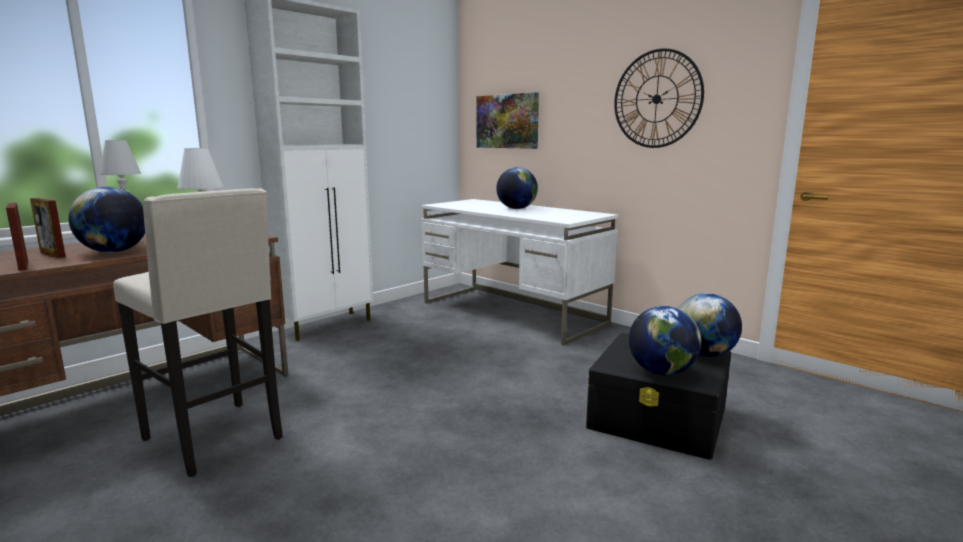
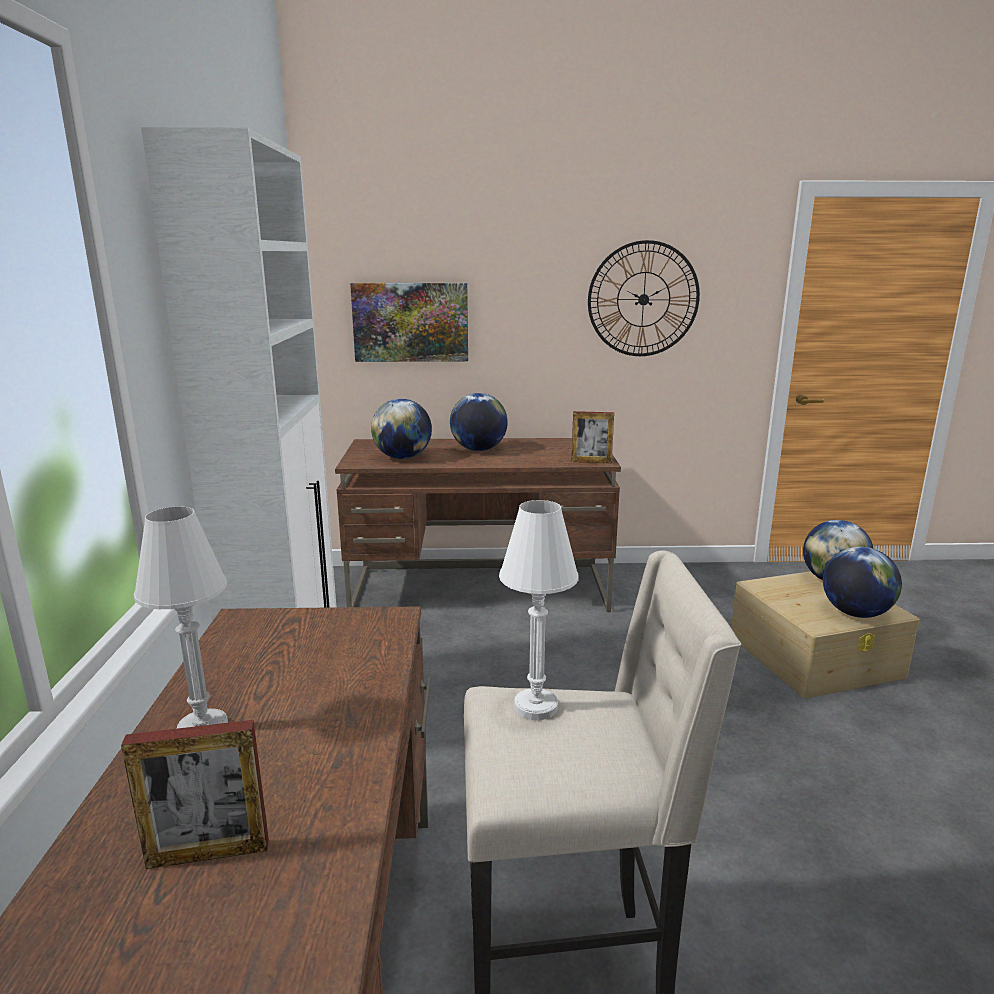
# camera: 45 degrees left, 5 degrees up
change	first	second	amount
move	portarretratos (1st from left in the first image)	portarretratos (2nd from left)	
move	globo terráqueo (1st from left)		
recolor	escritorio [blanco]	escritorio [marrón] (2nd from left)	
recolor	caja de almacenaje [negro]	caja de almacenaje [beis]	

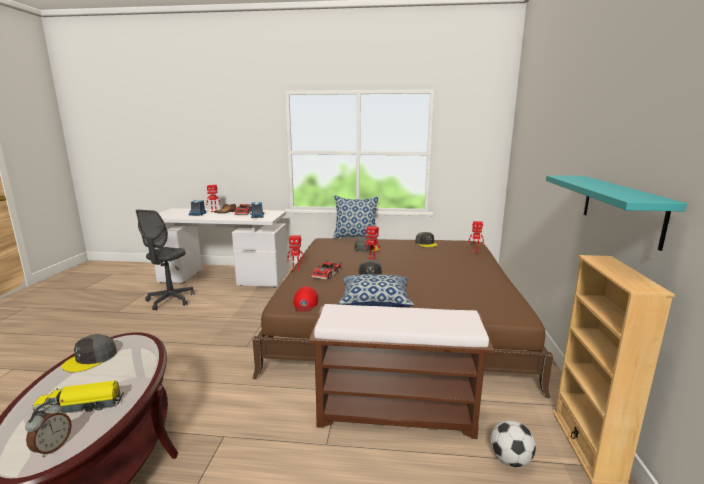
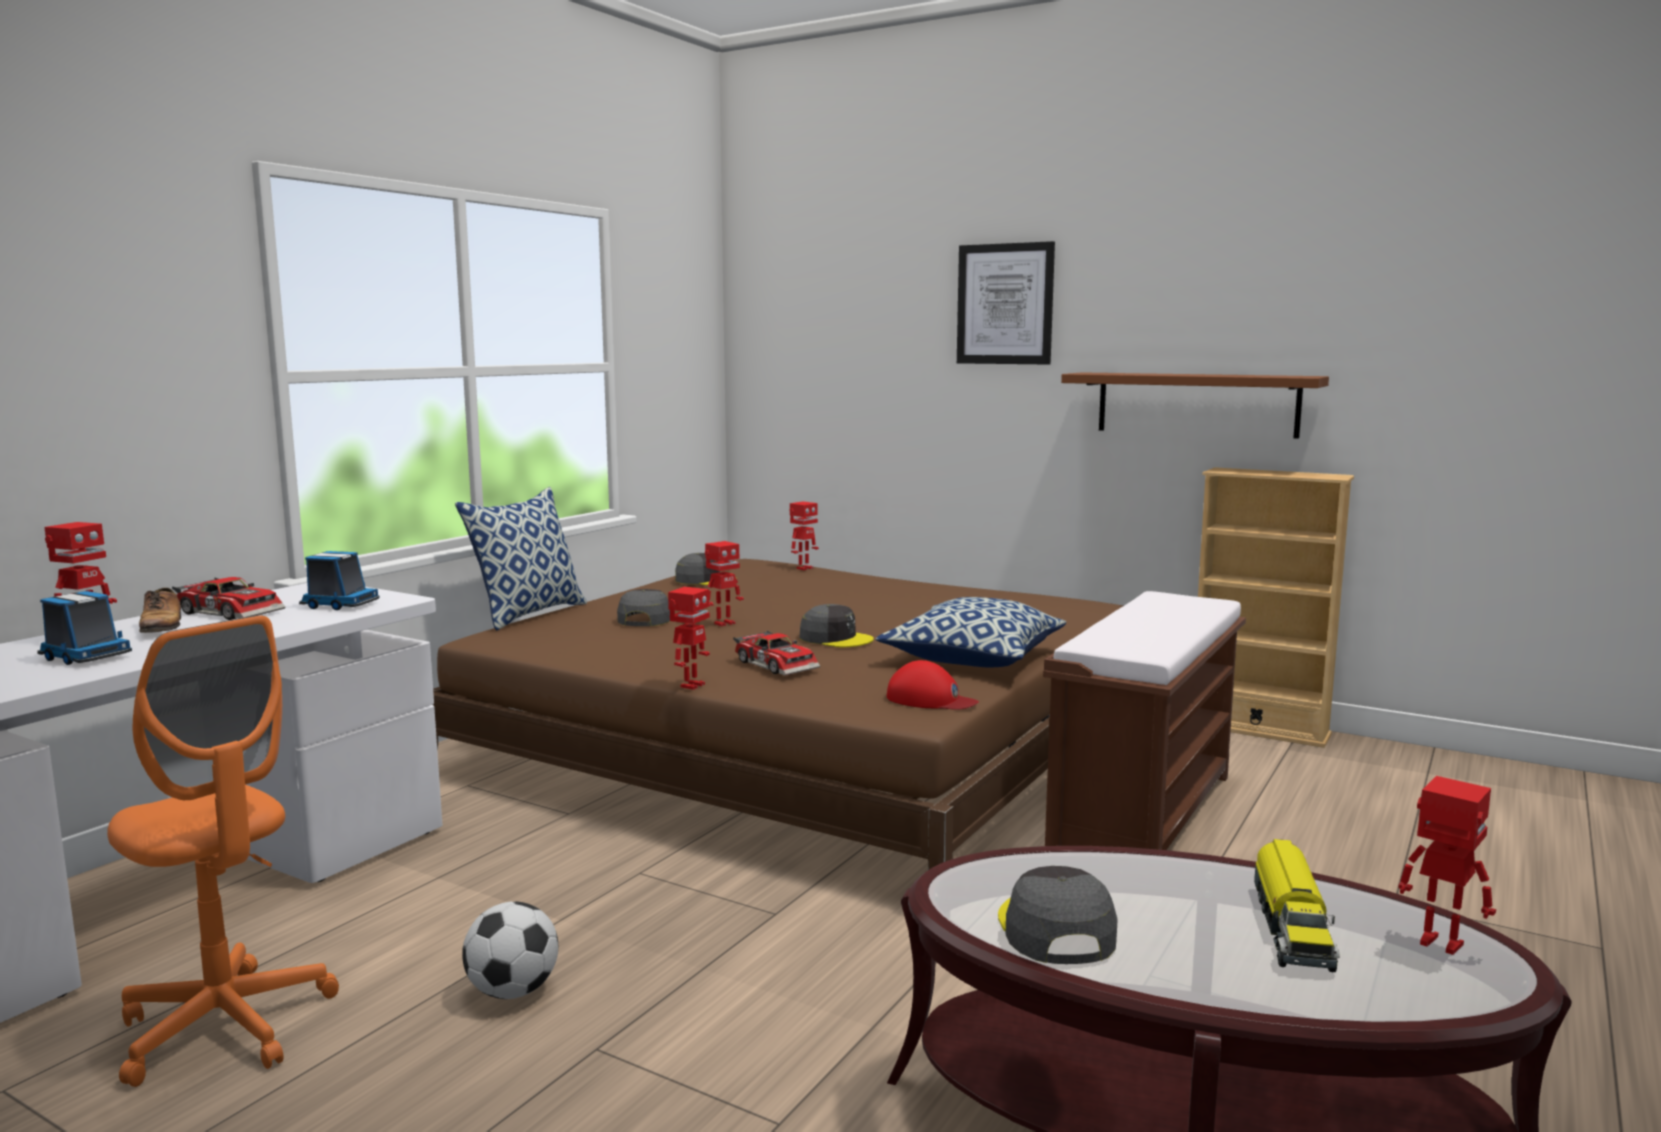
# camera: 65 degrees left, 5 degrees down
change	first	second	amount
insert		cuadro	
move	balón de fútbol		
replace	despertador	robot de juguete (5th from left)	
recolor	silla de oficina [gris]	silla de oficina [naranja]	
recolor	estante [turquesa]	estante [marrón]	
rotate	gorra [gris] (1st from left in the first image)	gorra [gris] (4th from left)	150 degrees counterclockwise

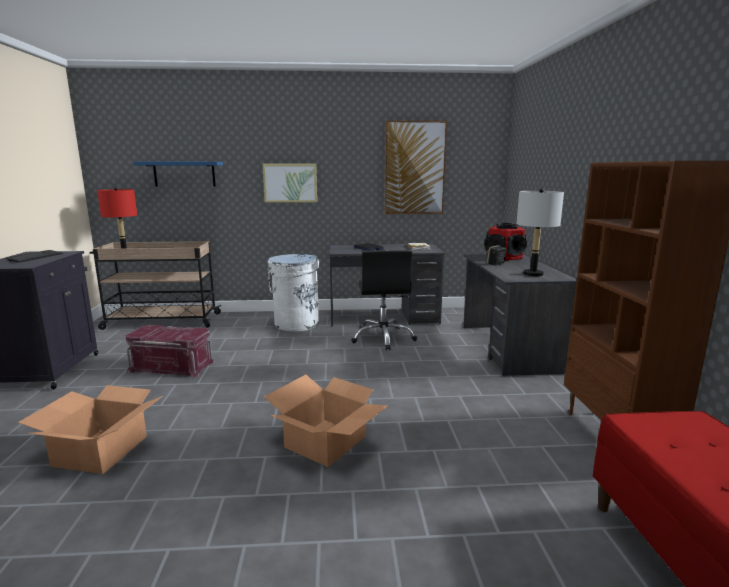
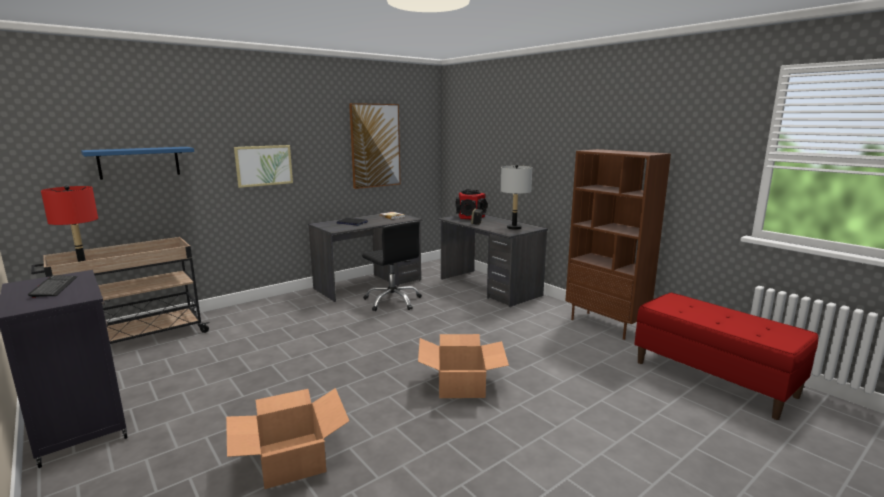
# camera: 35 degrees left, 0 degrees up
change	first	second	amount
delete	caja de almacenaje [rojo]		
delete	papelera [blanco]		

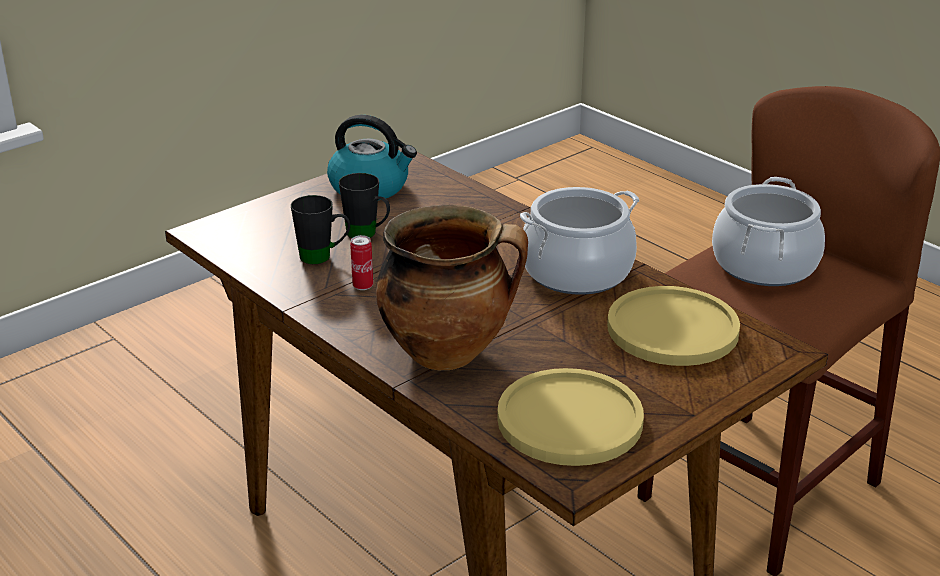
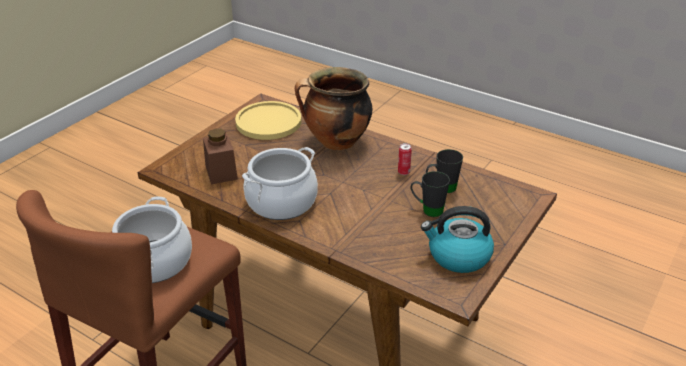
# camera: 165 degrees right, 5 degrees up
change	first	second	amount
replace	plato [amarillo] (2nd from left)	tarro [marrón]	

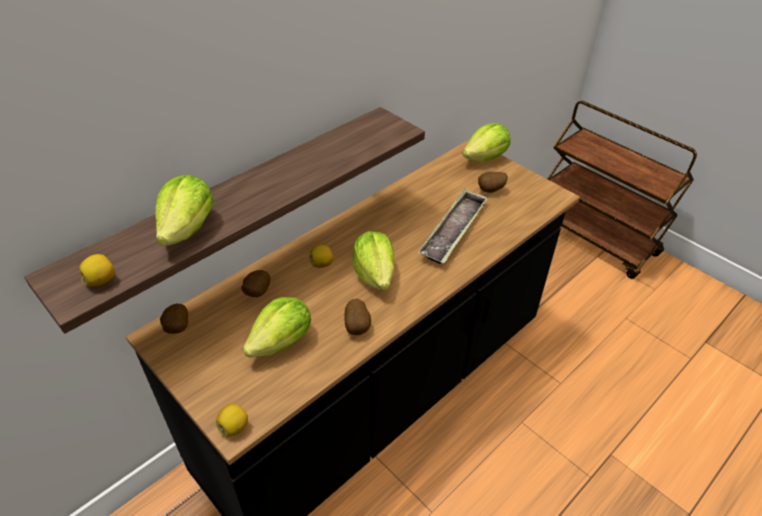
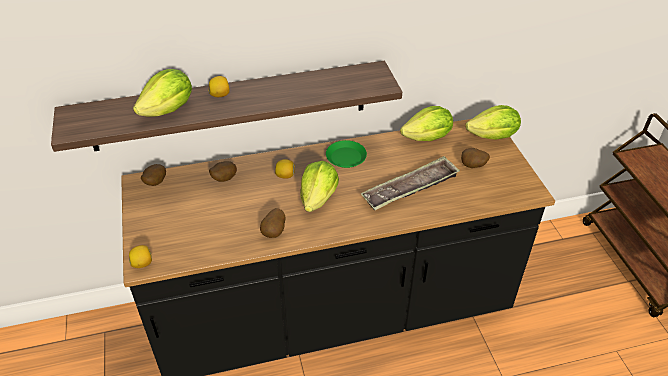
# camera: 30 degrees right, 0 degrees up
change	first	second	amount
insert		plato [verde]	
move	limón (1st from left in the first image)	limón (2nd from left)	
move	lechuga (2nd from left in the first image)	lechuga (3rd from left)	

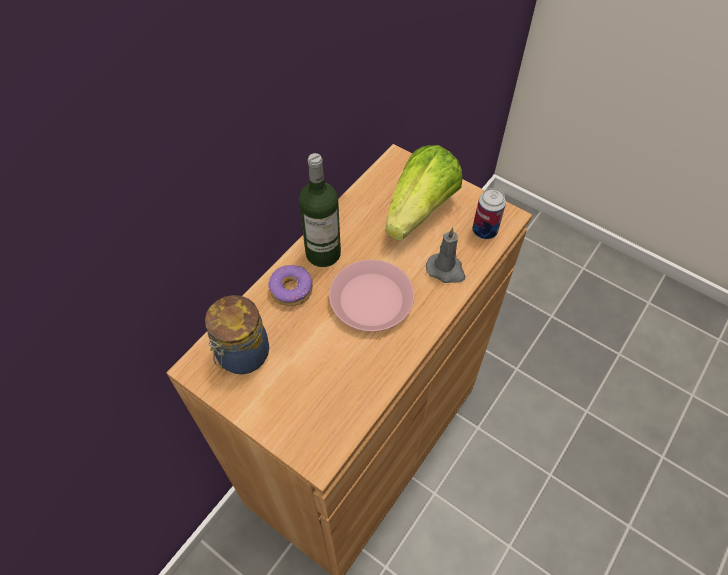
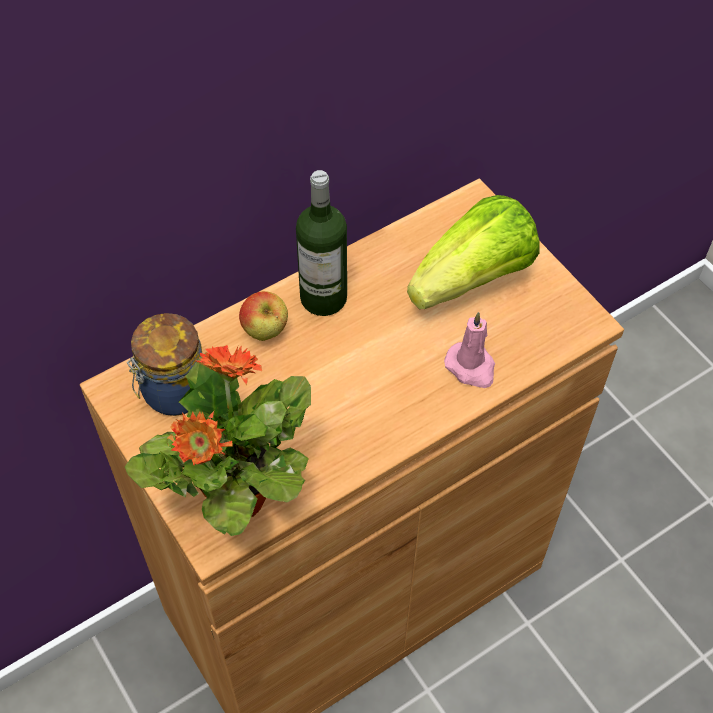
# camera: 20 degrees right, 0 degrees up
change	first	second	amount
delete	plato [rosa]		
delete	lata		
insert		planta en maceta	
replace	rosquilla	manzana	
recolor	vela [gris]	vela [rosa]	

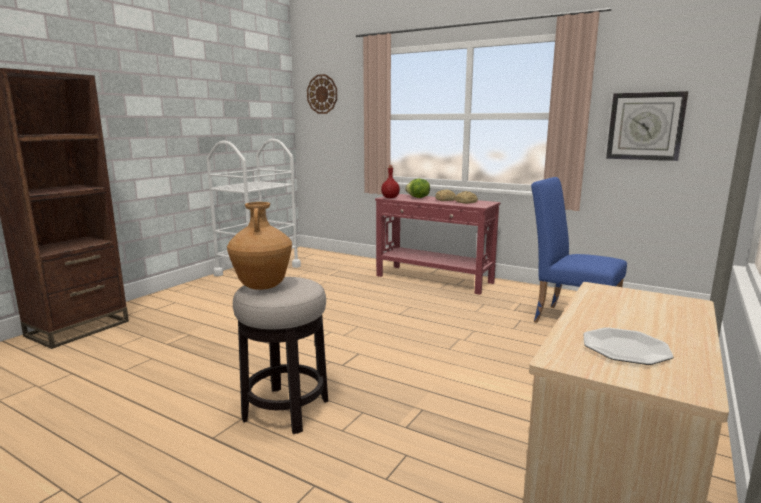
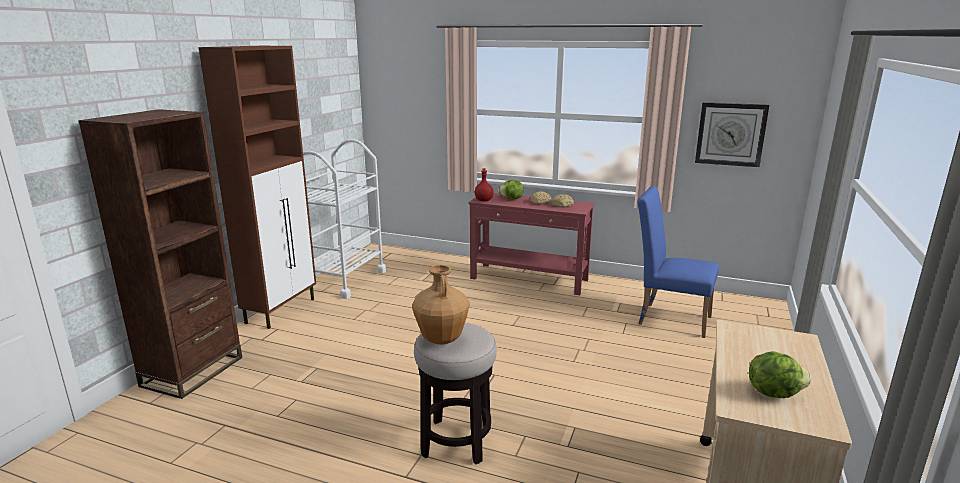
# camera: 10 degrees left, 5 degrees up
change	first	second	amount
delete	reloj de pared (1st from left)		
insert		armario [marrón]	
replace	plato	lechuga (2nd from left)	

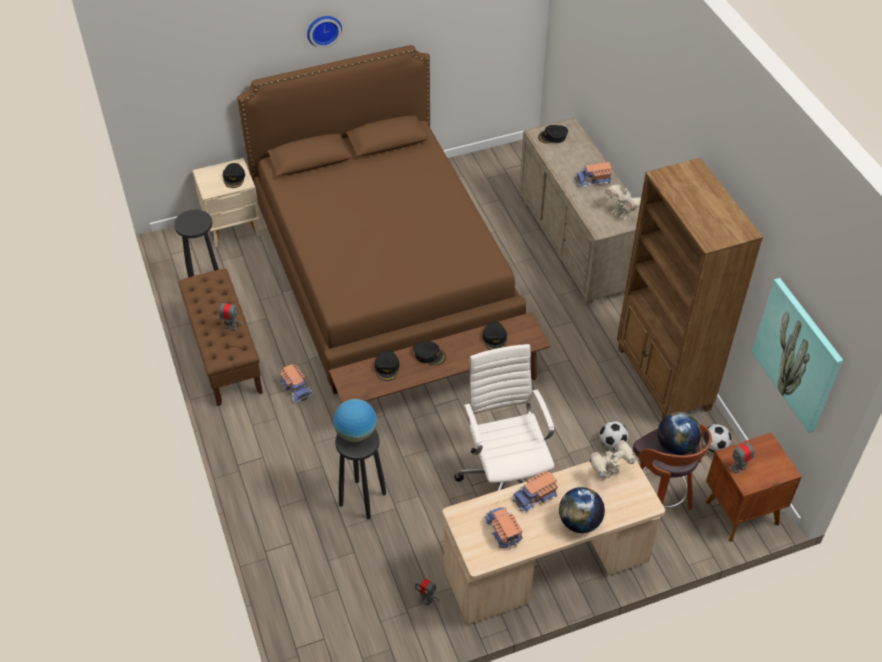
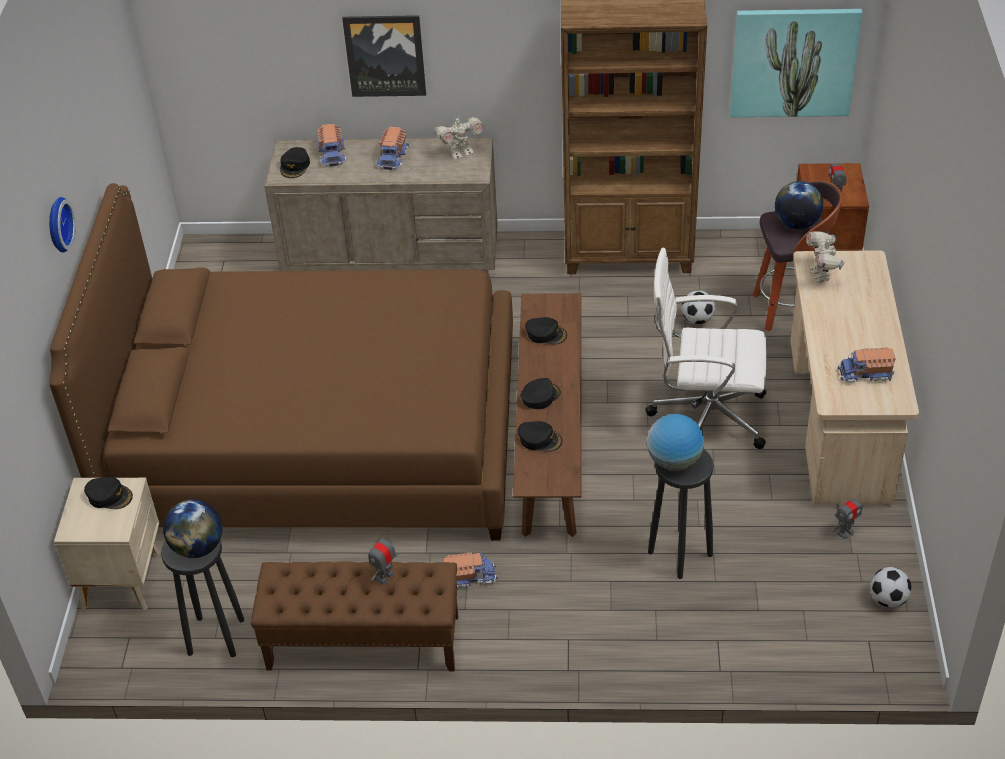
# camera: 65 degrees left, 5 degrees down
change	first	second	amount
insert		cuadro (1st from left)	
move	camión de juguete (3rd from left in the first image)	camión de juguete (1st from left)	
move	globo terráqueo (2nd from left in the first image)	globo terráqueo (1st from left)	
move	balón de fútbol (2nd from left)		

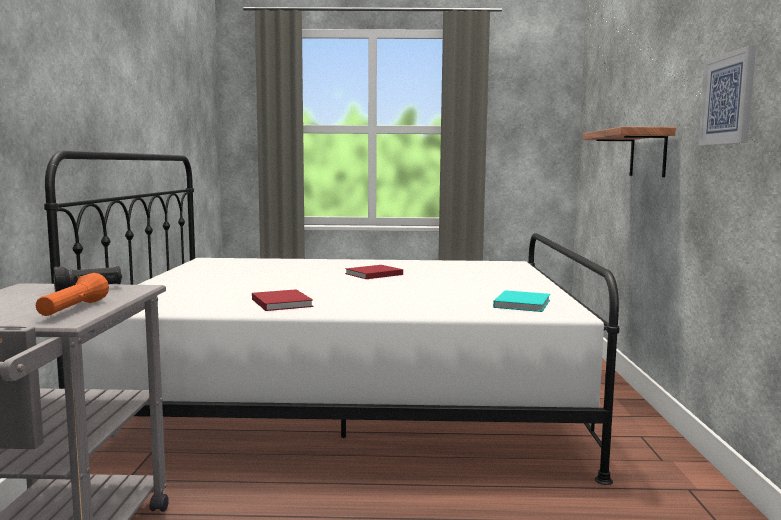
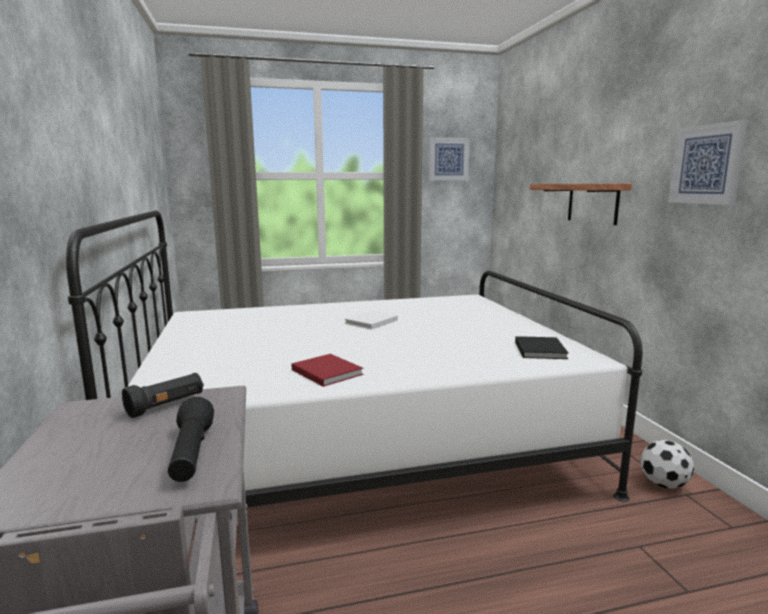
# camera: 15 degrees left, 5 degrees up
change	first	second	amount
insert		cuadro (1st from left)	
insert		balón de fútbol	
recolor	linterna [naranja]	linterna [negro] (2nd from left)	
recolor	libro [rojo] (2nd from left)	libro [blanco]	
recolor	libro [turquesa]	libro [negro]	

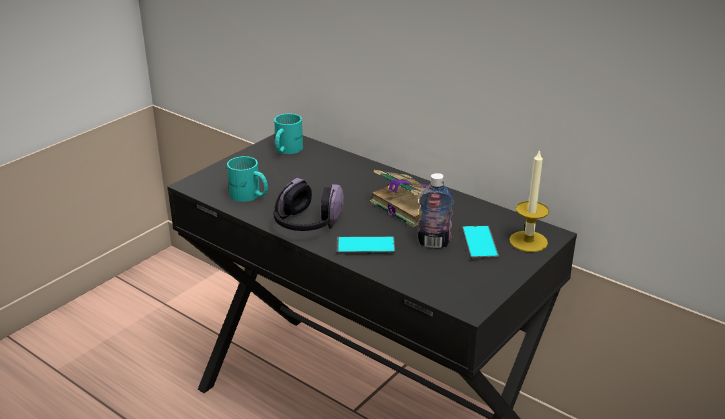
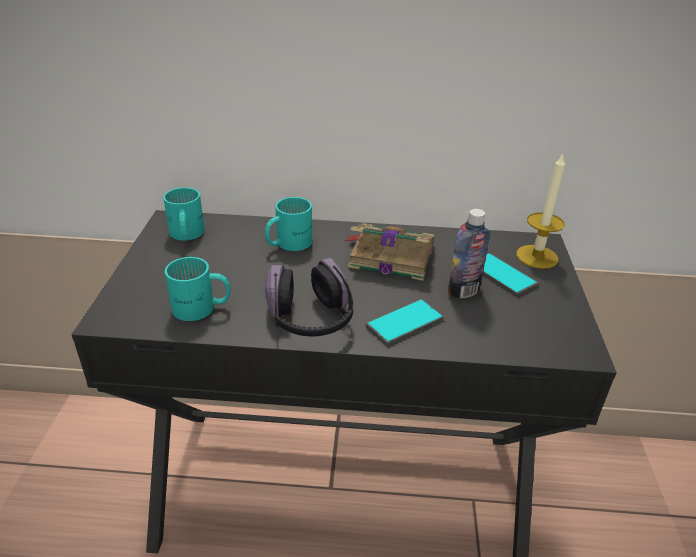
# camera: 35 degrees left, 5 degrees up
change	first	second	amount
insert		taza grande [turquesa] (3rd from left)	

